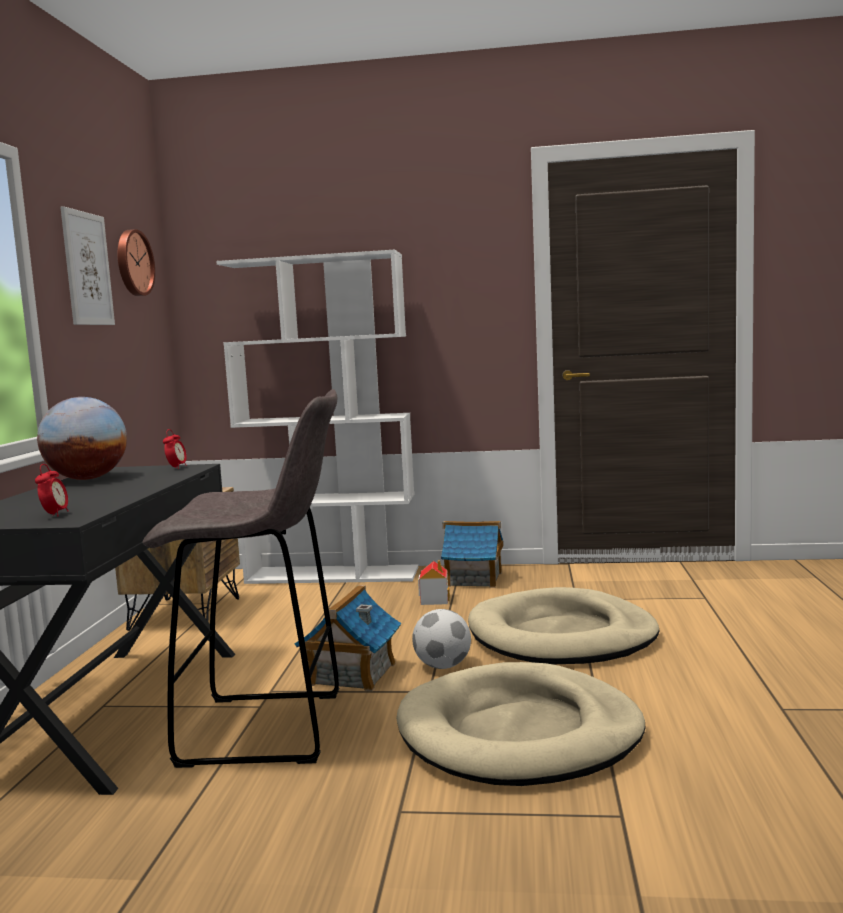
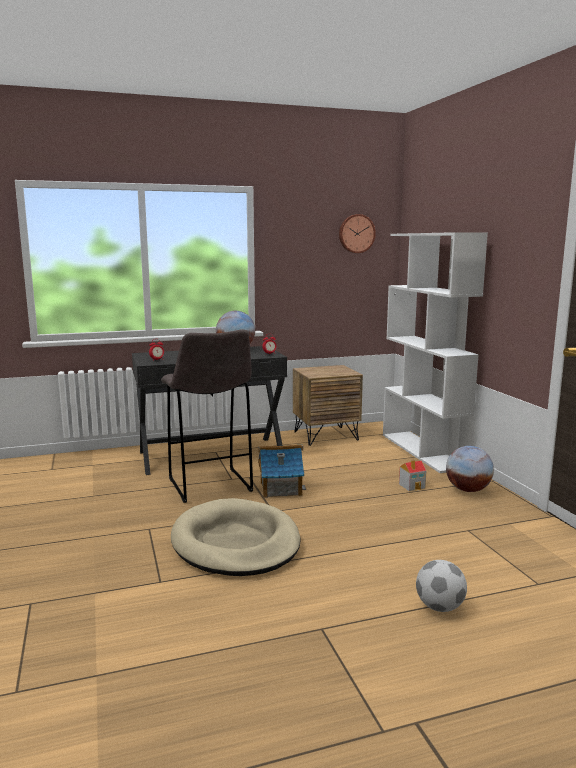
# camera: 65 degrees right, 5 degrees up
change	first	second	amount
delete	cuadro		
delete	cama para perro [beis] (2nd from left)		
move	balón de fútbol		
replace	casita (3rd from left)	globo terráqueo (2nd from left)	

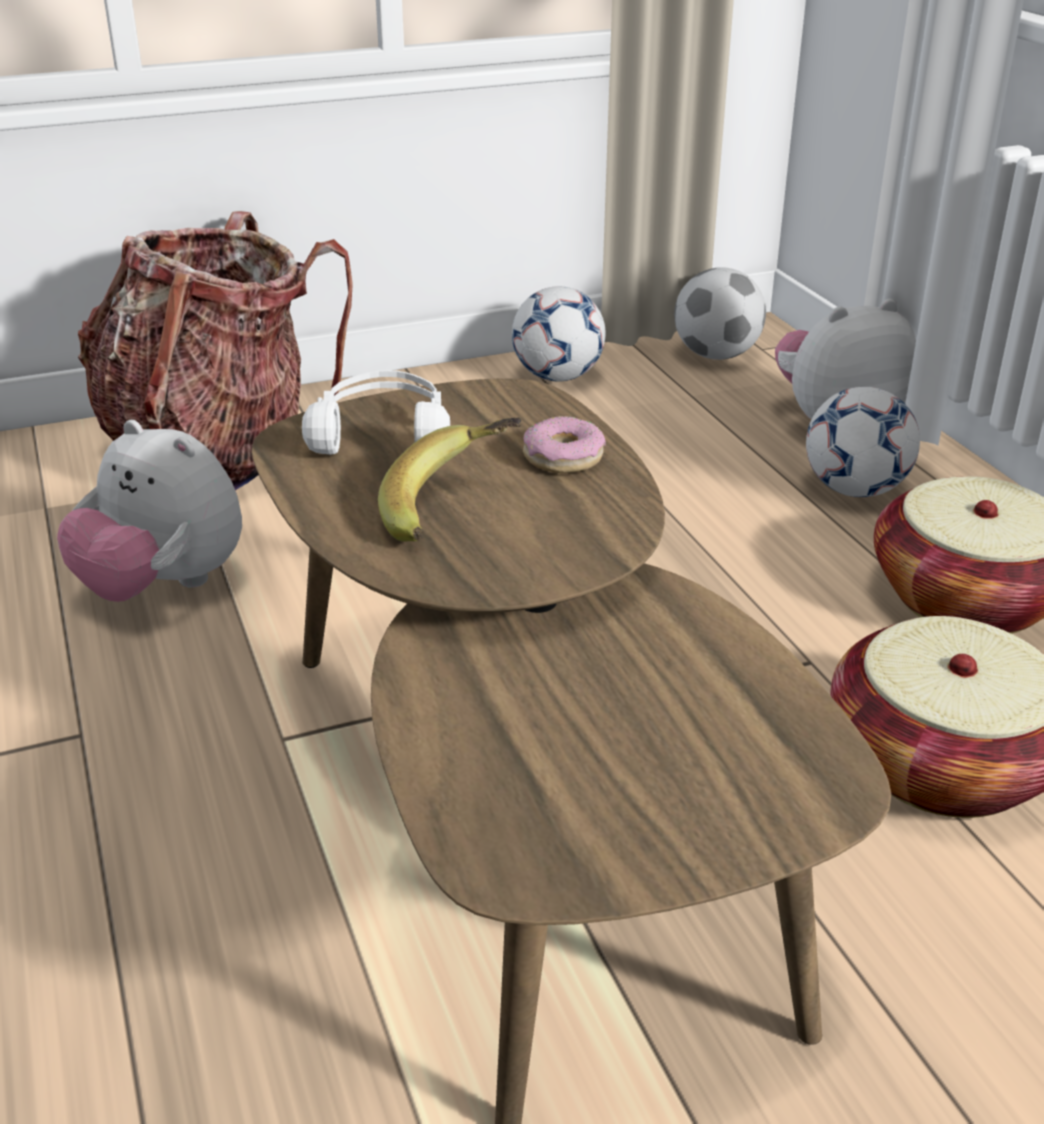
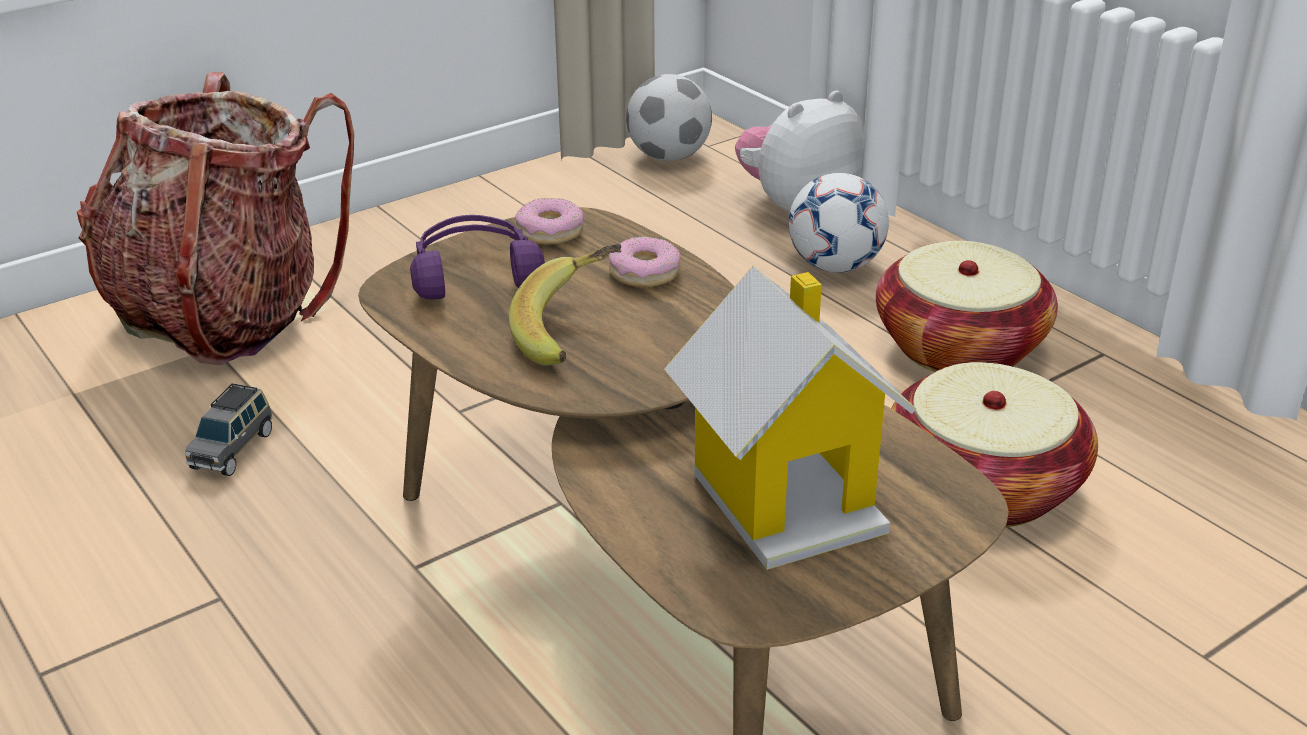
# camera: 15 degrees left, 0 degrees up
change	first	second	amount
delete	balón de fútbol (1st from left)		
insert		rosquilla (1st from left)	
insert		casita	
replace	peluche (1st from left)	coche de juguete [gris]	
recolor	auriculares [blanco]	auriculares [morado]	

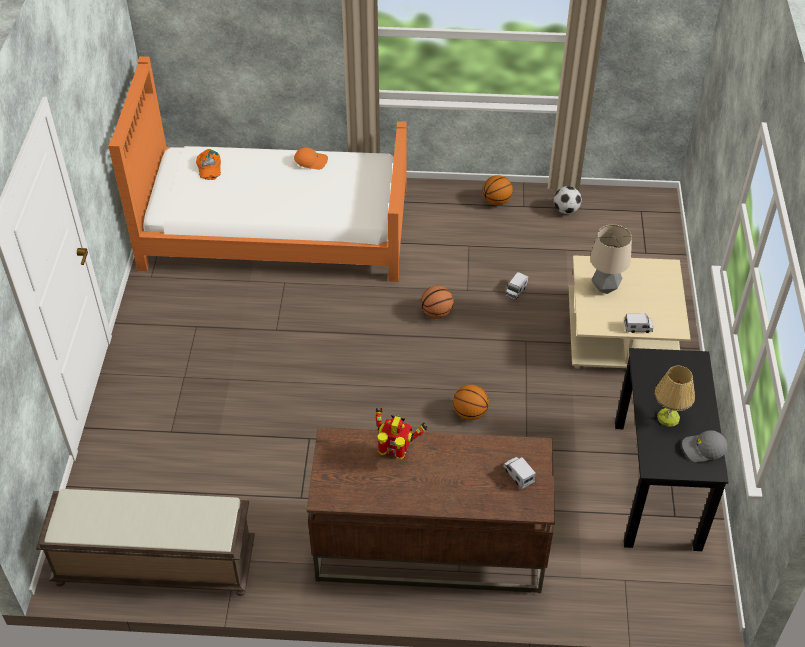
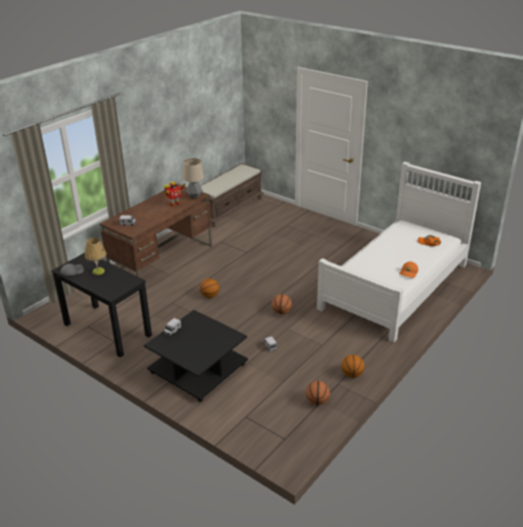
# camera: 125 degrees right, 15 degrees down
change	first	second	amount
move	lámpara de mesa (1st from left in the first image)	lámpara de mesa (2nd from left)	
replace	balón de fútbol	balón de baloncesto (3rd from left)	
recolor	cama [naranja]	cama [blanco]	
recolor	mesa de centro [beis]	mesa de centro [negro]	

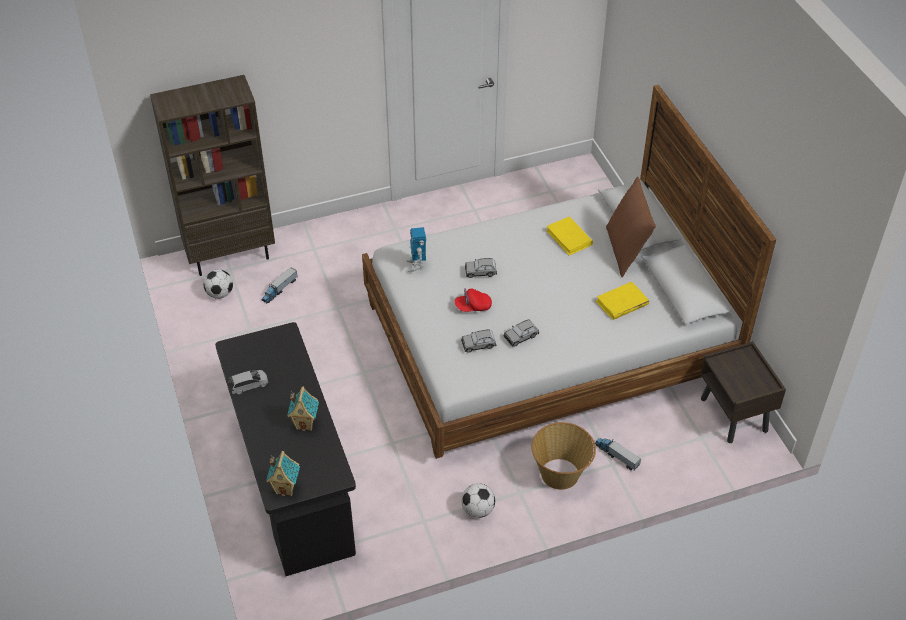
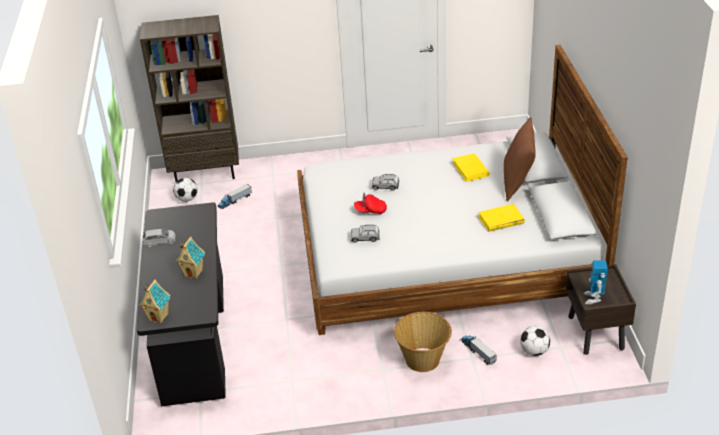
# camera: 15 degrees right, 10 degrees down
change	first	second	amount
delete	coche de juguete [gris] (4th from left)		
move	robot de juguete		
move	balón de fútbol (2nd from left)		

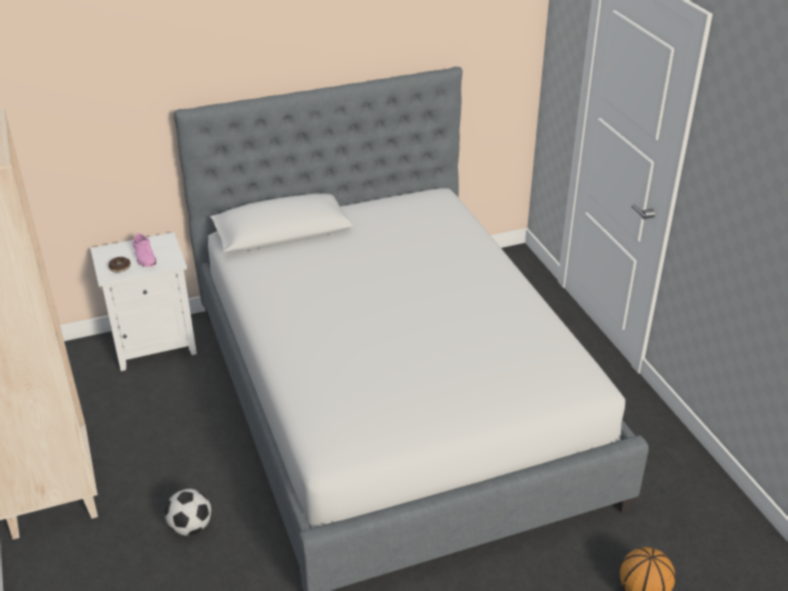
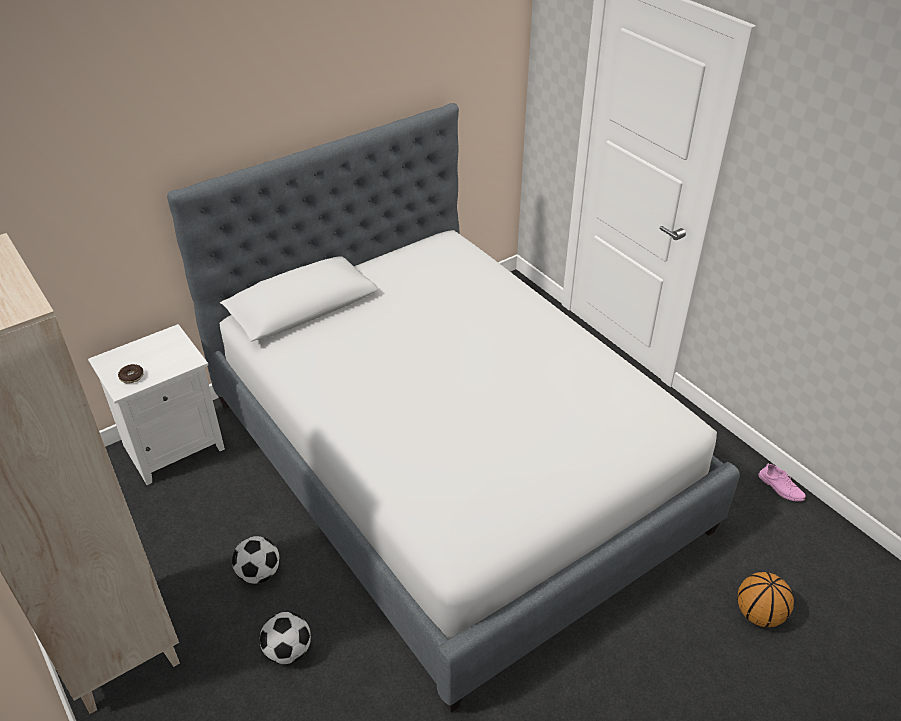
# camera: 15 degrees left, 5 degrees up
change	first	second	amount
insert		balón de fútbol (1st from left)	
move	zapato [rosa]		

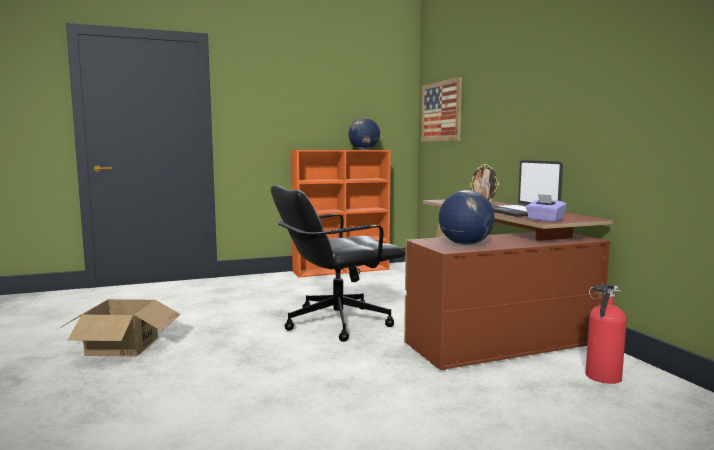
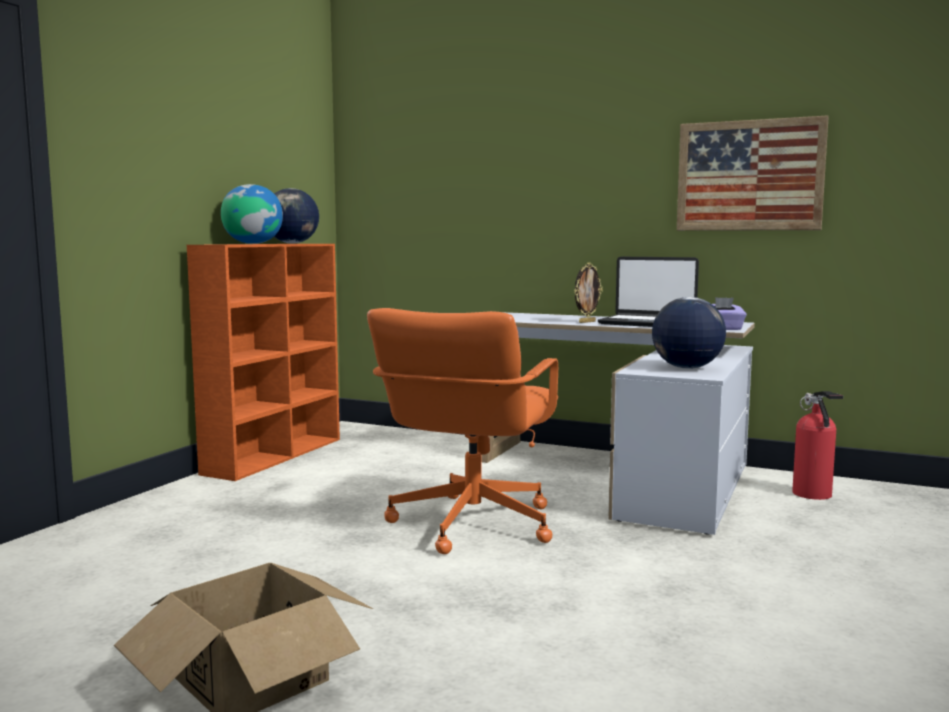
# camera: 45 degrees left, 0 degrees up
change	first	second	amount
insert		globo terráqueo (1st from left)	
move	cuadro		
recolor	silla de oficina [negro]	silla de oficina [naranja]	
recolor	escritorio [marrón]	escritorio [blanco]	

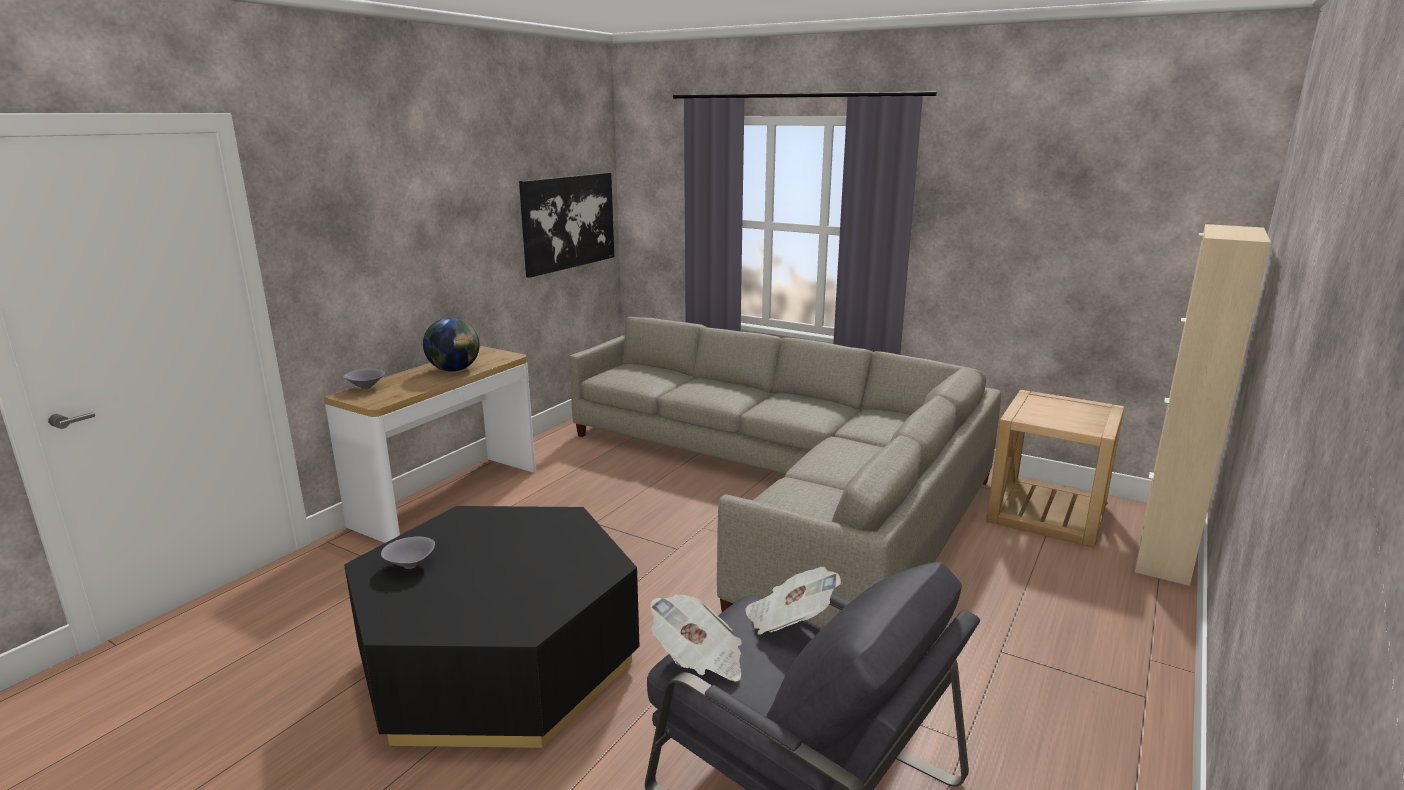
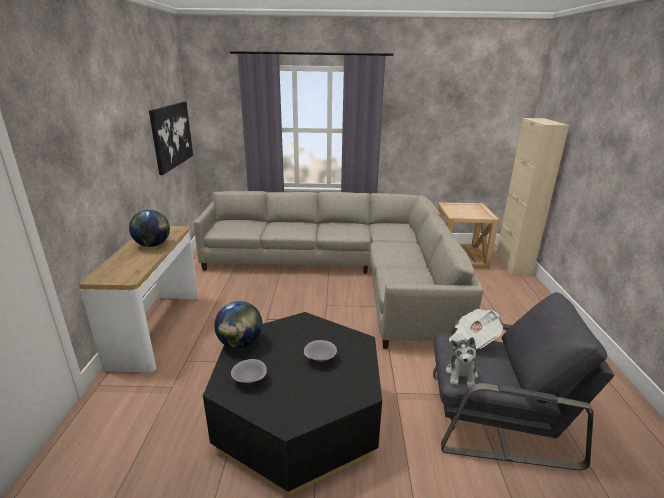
# camera: 30 degrees left, 5 degrees up
change	first	second	amount
insert		globo terráqueo (2nd from left)	
move	cuenco [gris] (1st from left in the first image)	cuenco [gris] (2nd from left)	
replace	periódico (1st from left)	peluche	

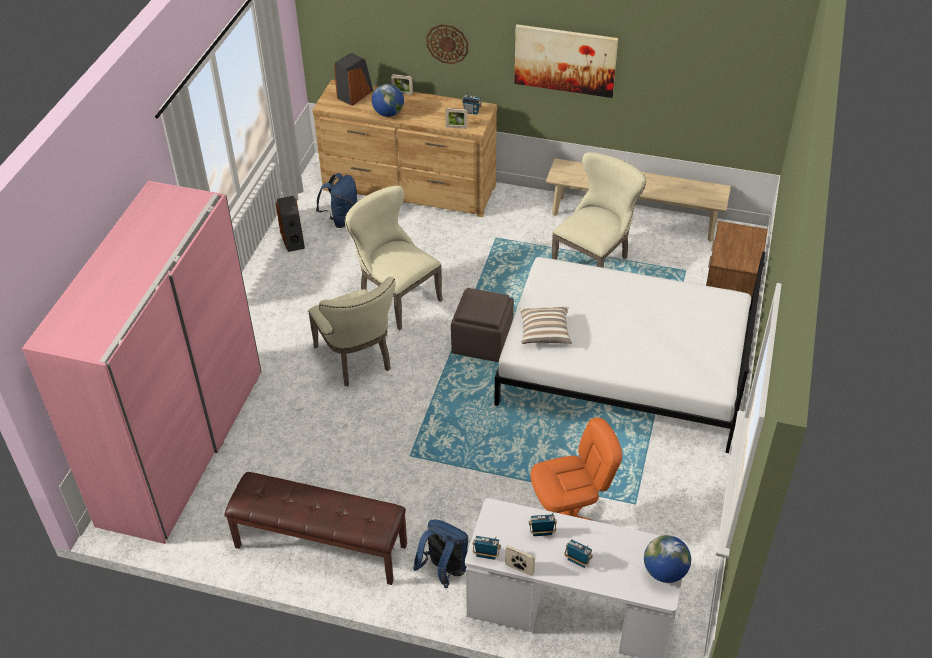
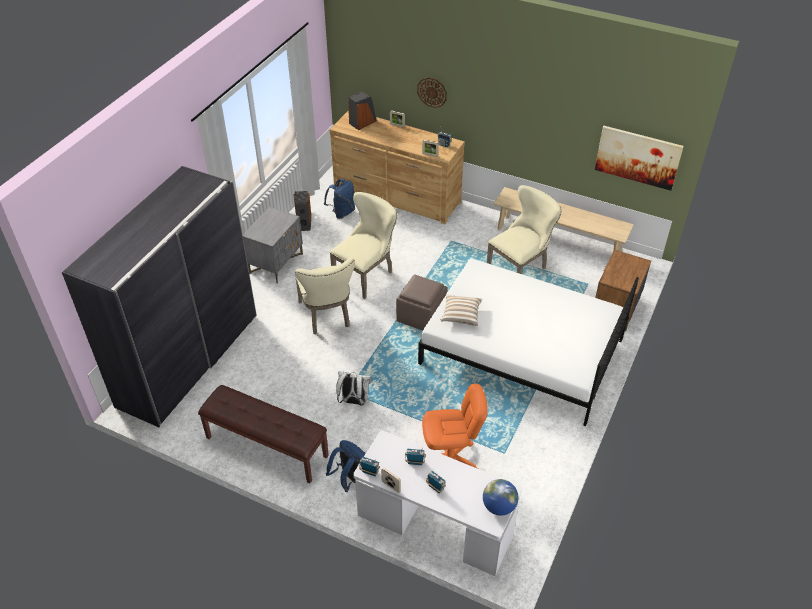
# camera: 10 degrees right, 0 degrees up
change	first	second	amount
delete	globo terráqueo (1st from left)		
insert		mesita de noche [gris]	
insert		mochila [blanco]	
move	cuadro		
recolor	armario ropero [rosa]	armario ropero [gris]	
rotate	silla [beis] (2nd from left)		75 degrees clockwise

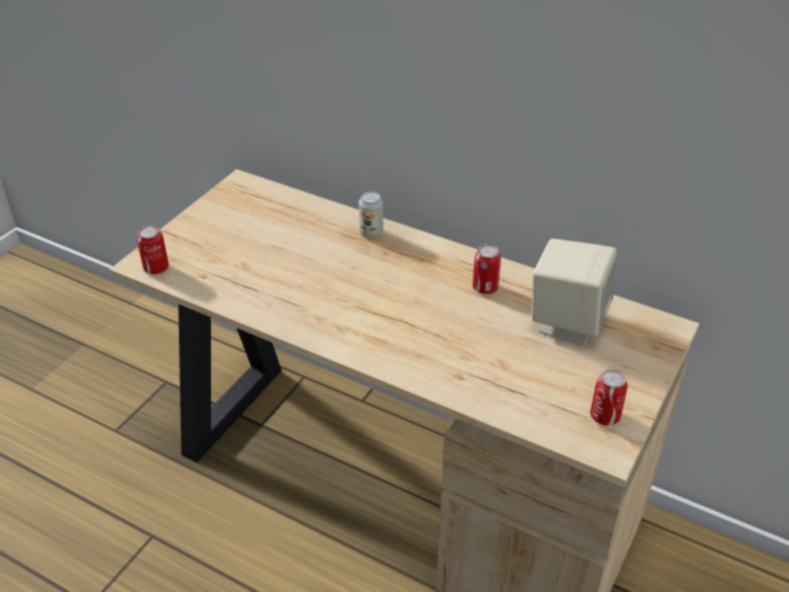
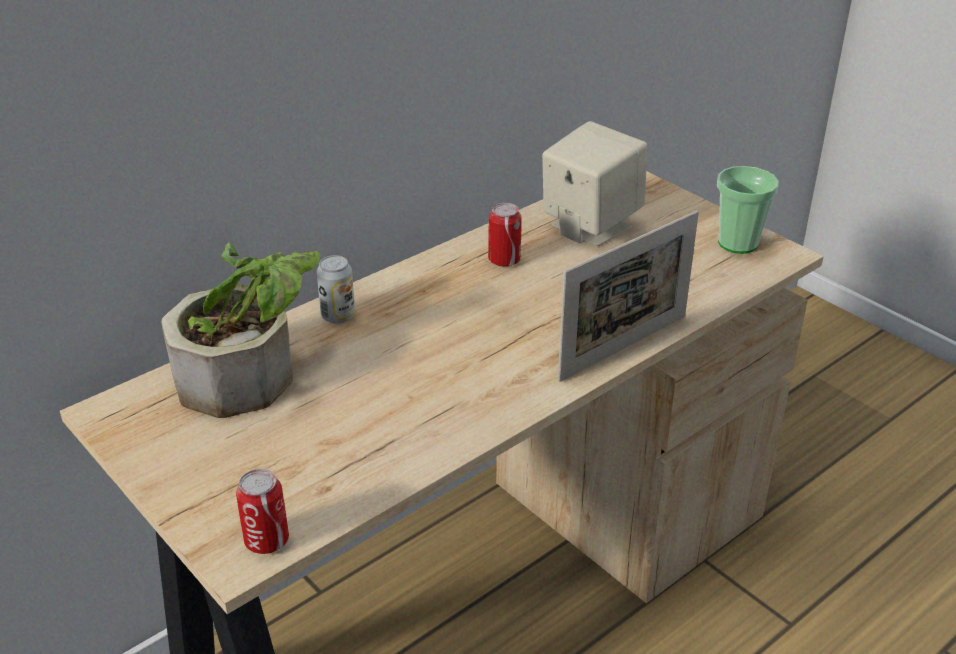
# camera: 70 degrees left, 5 degrees down
change	first	second	amount
insert		planta en maceta	
insert		portarretratos	
replace	lata (4th from left)	taza	

